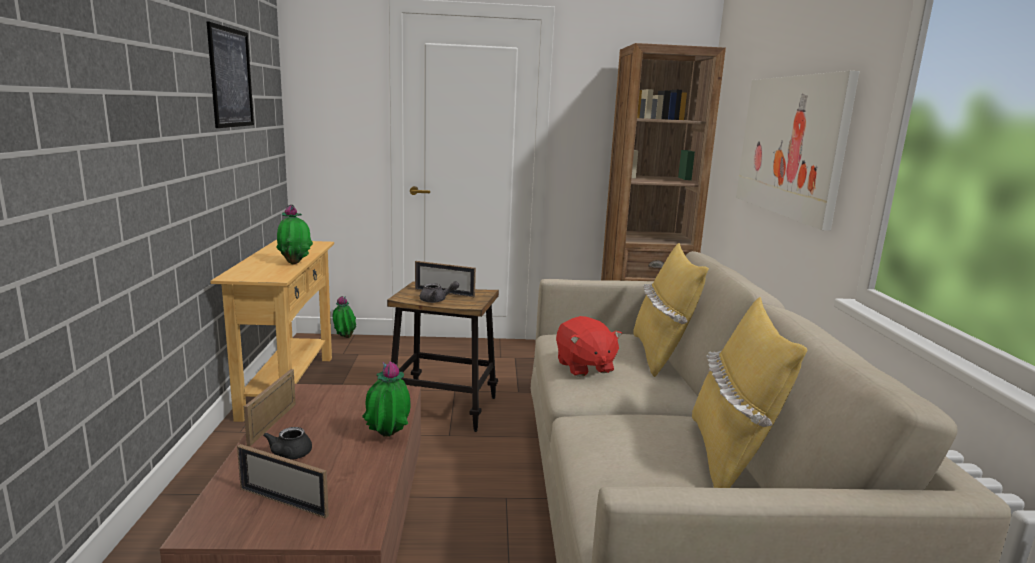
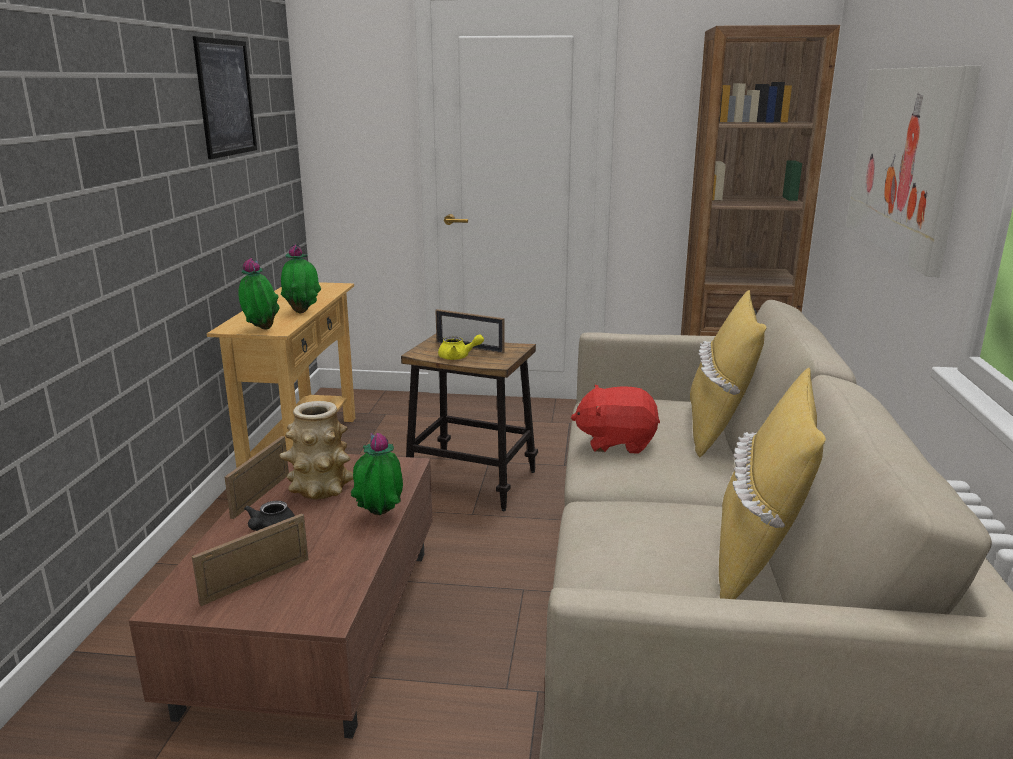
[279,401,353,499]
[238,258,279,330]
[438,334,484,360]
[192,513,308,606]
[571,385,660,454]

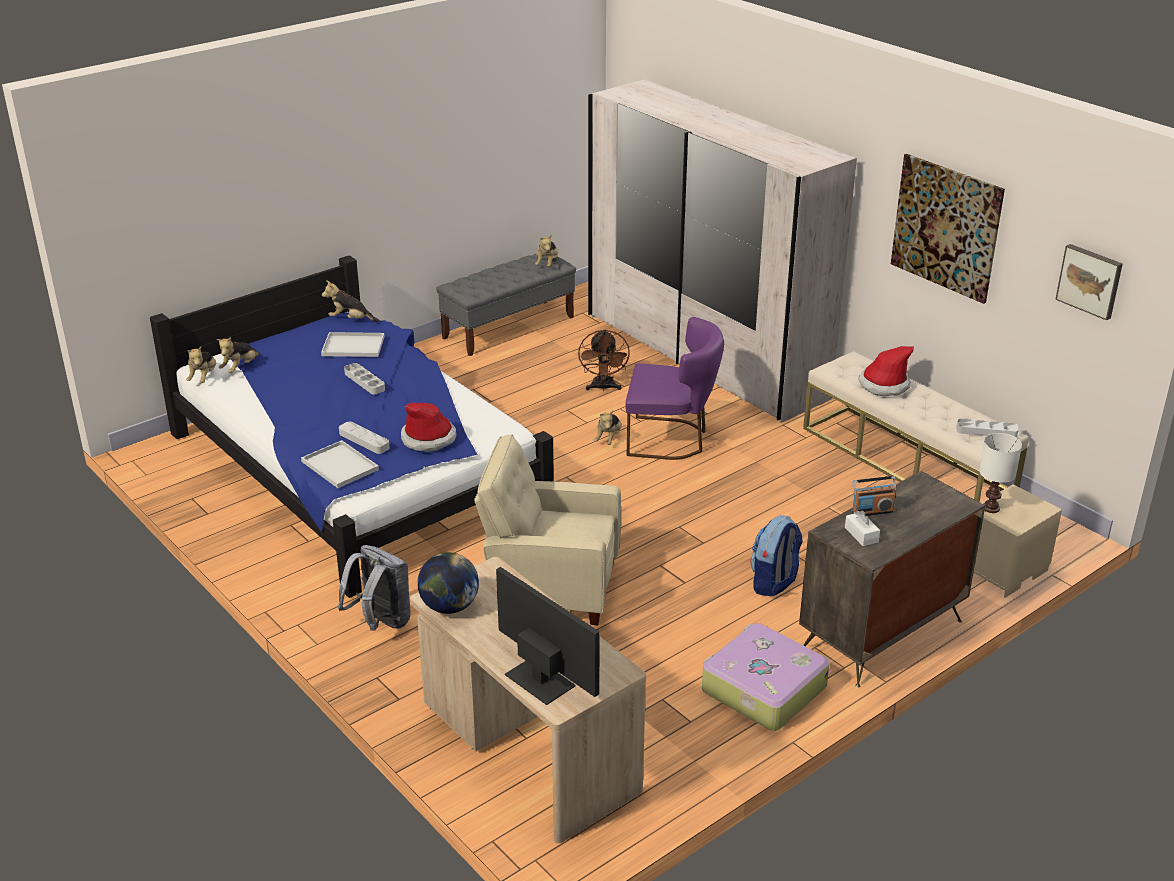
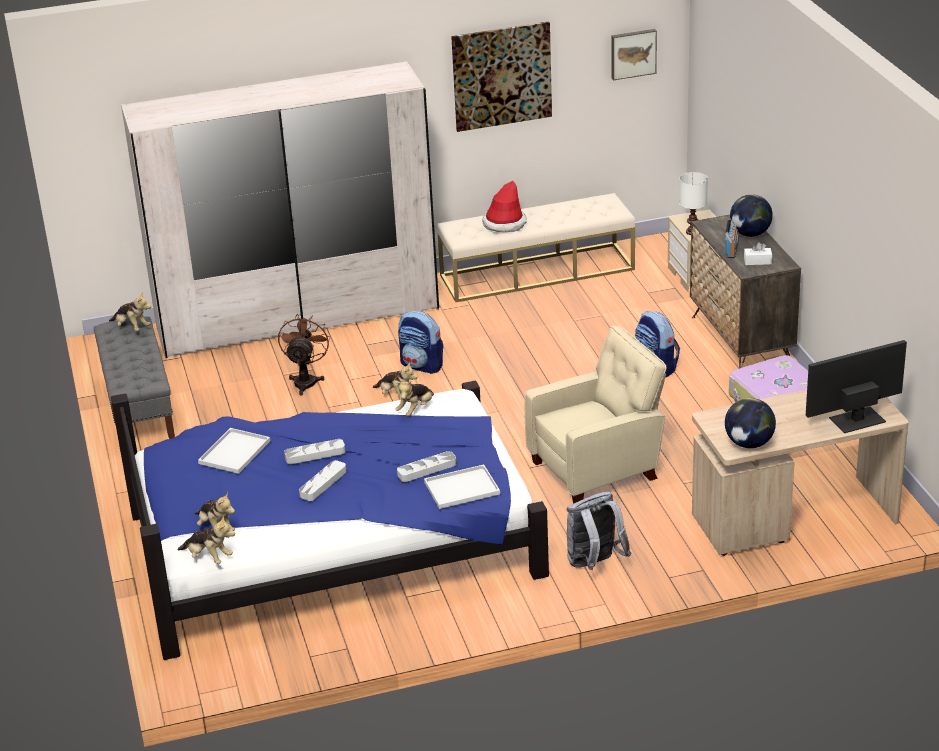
[401,403,456,452] (first image)
[730,194,773,237]
[395,381,434,416]
[299,460,346,501]
[398,311,444,374]
[524,326,667,504]
[278,314,331,395]

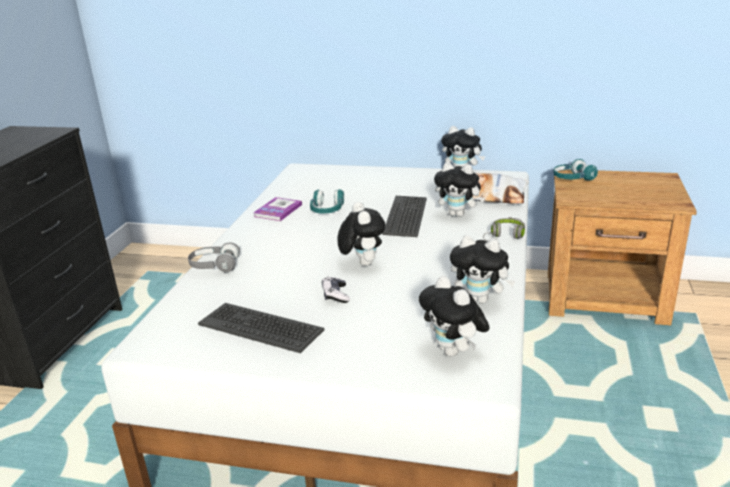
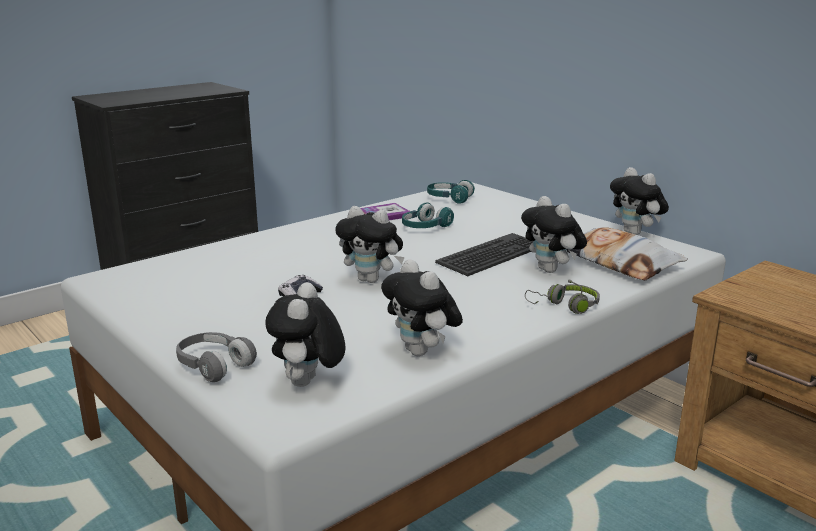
[198,303,325,353] (first image)
[176,332,257,382]
[427,180,475,204]
[335,206,405,283]

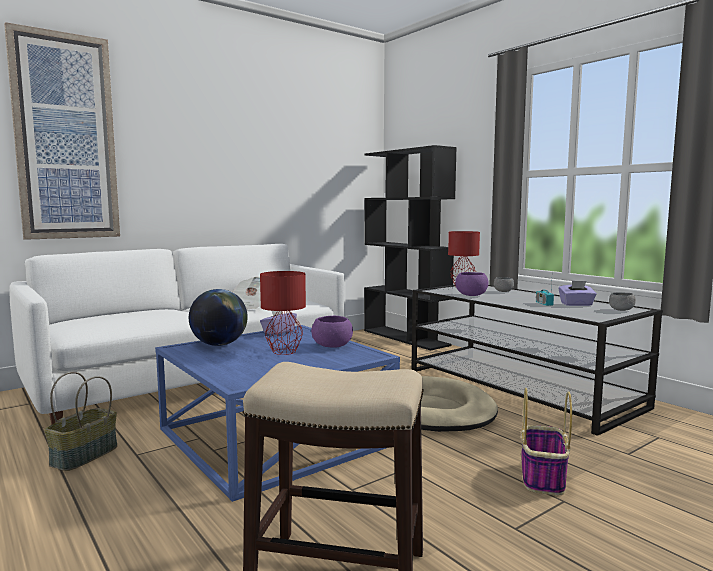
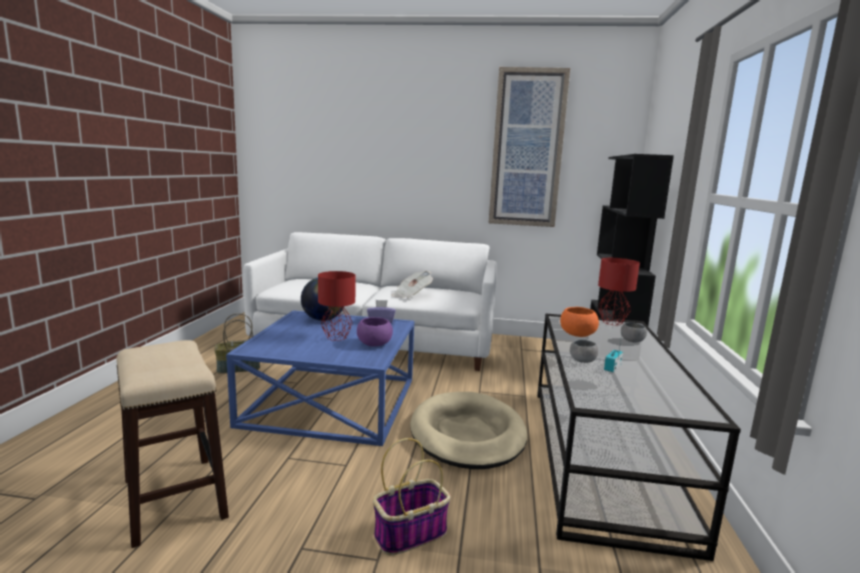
[559,281,597,306] (first image)
[489,67,570,227]
[570,339,598,363]
[560,307,599,337]

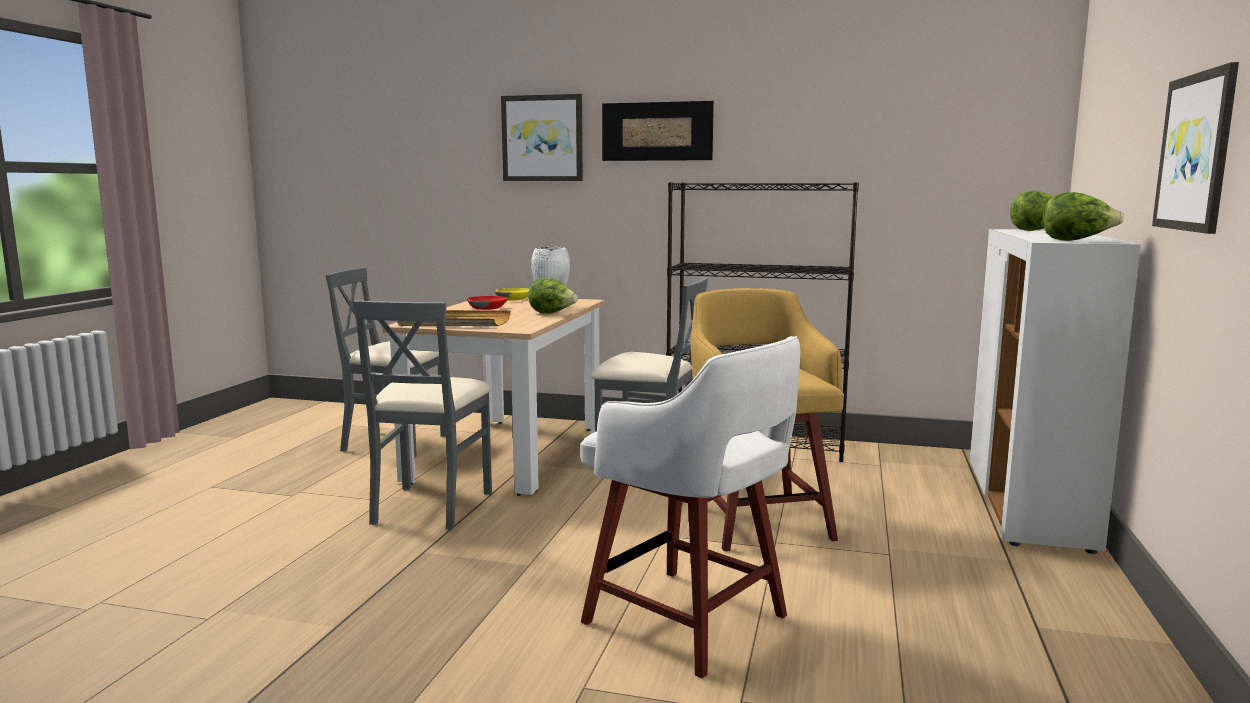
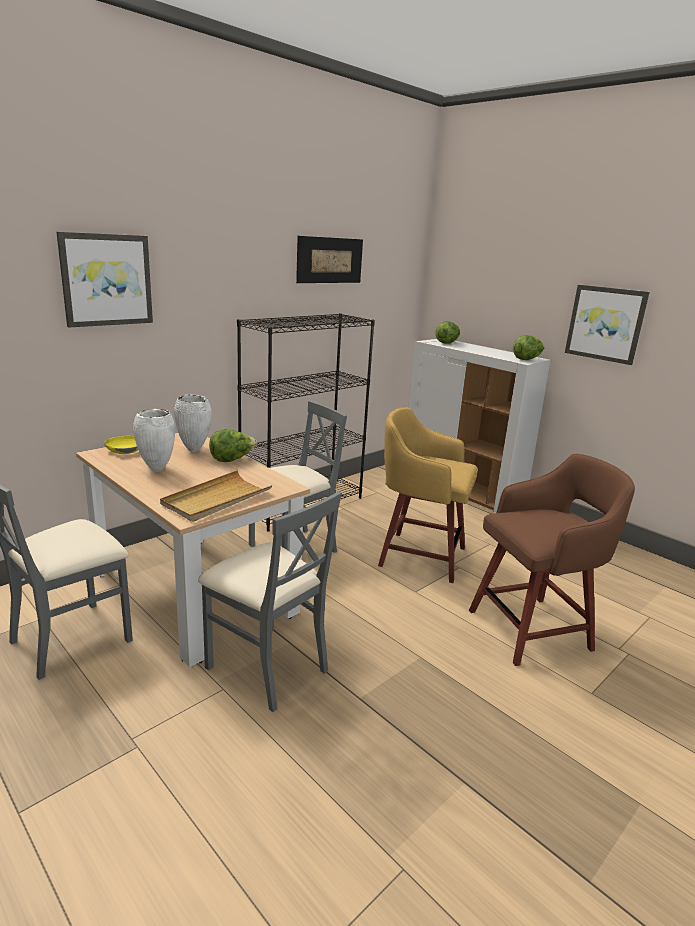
[296,236,363,283]
[133,409,175,472]
[469,454,635,666]

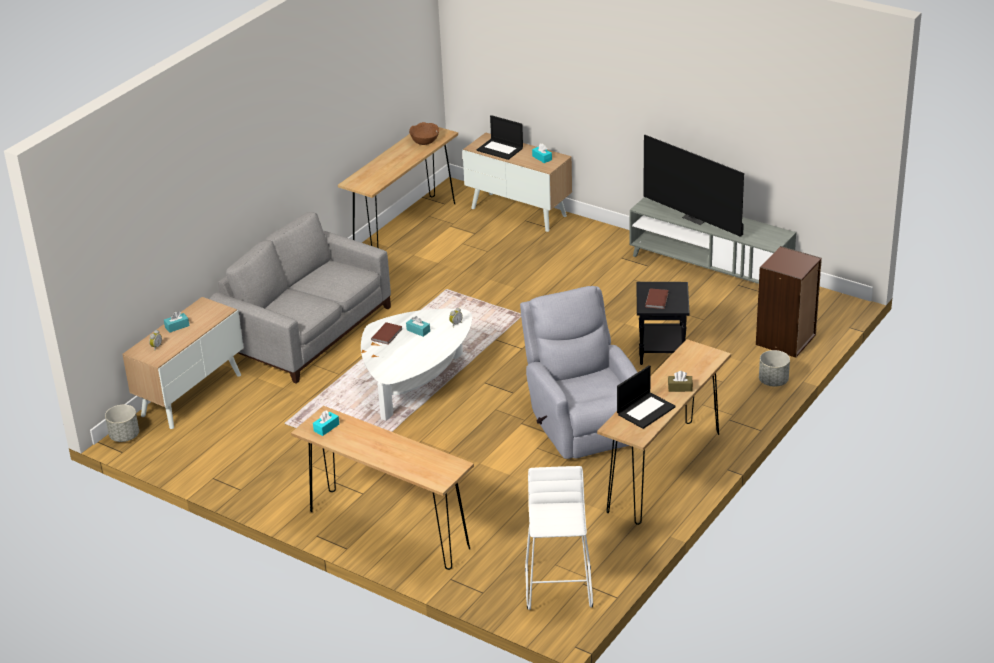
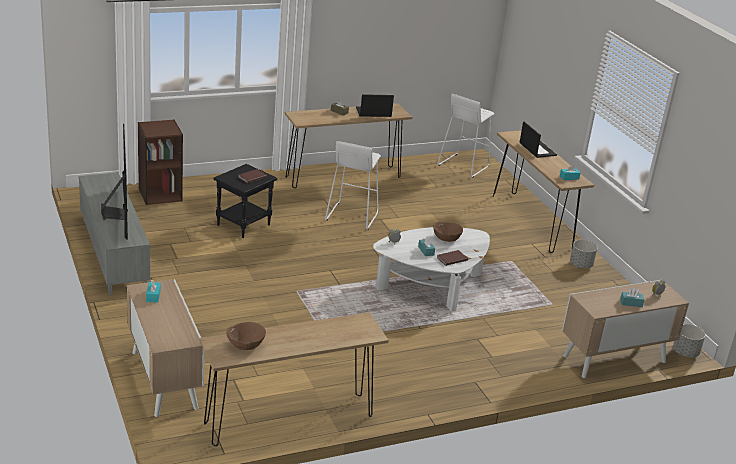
[210,212,391,384] (first image)
[433,222,463,242]
[520,122,557,158]
[570,240,597,268]
[325,141,381,230]

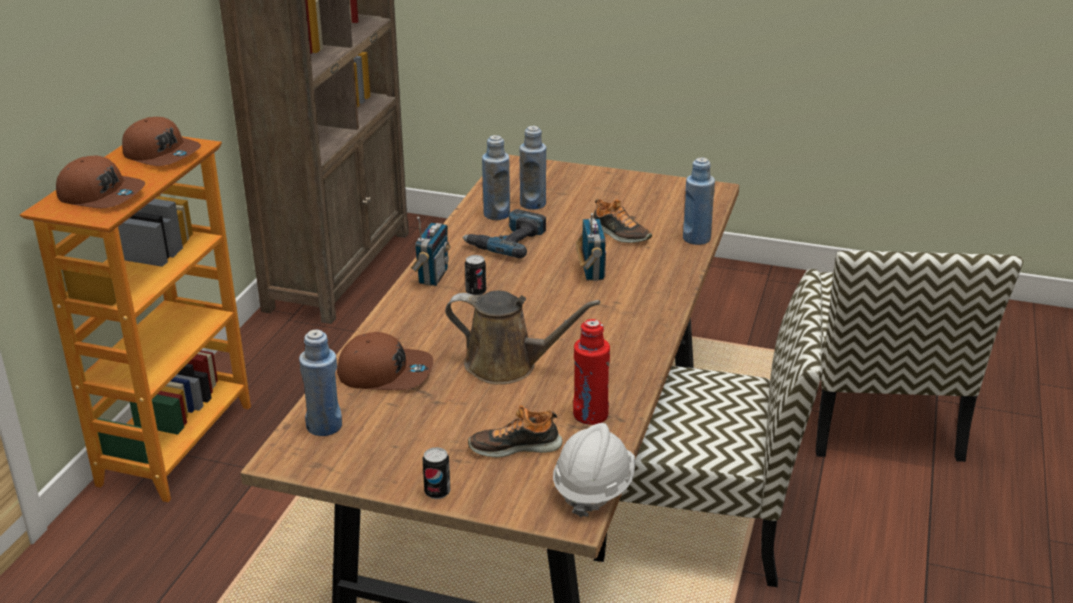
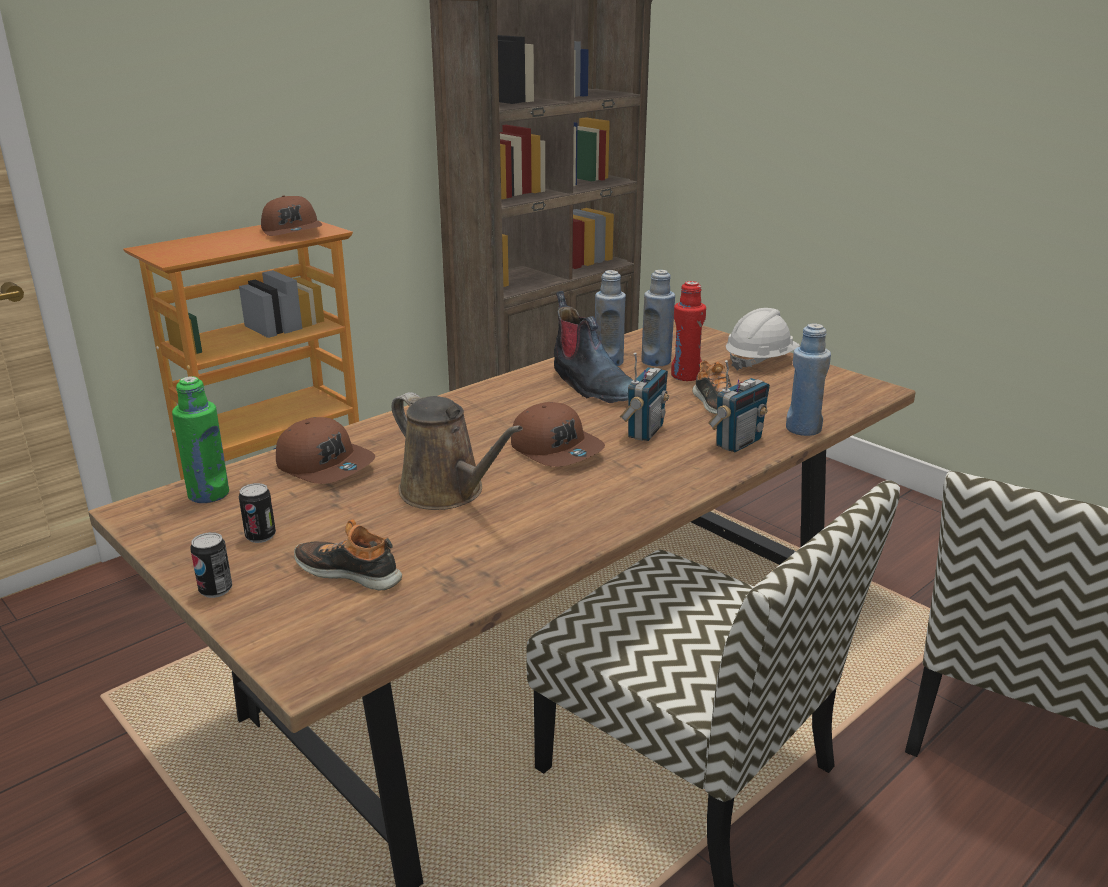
[511,402,605,467]
[708,360,770,453]
[239,483,276,543]
[726,308,800,371]
[671,281,706,381]
[554,291,633,403]
[172,376,229,503]

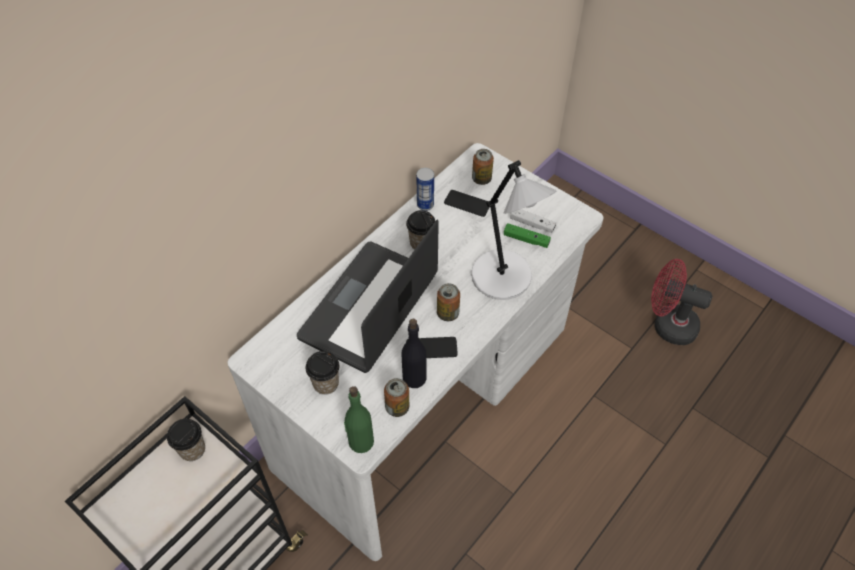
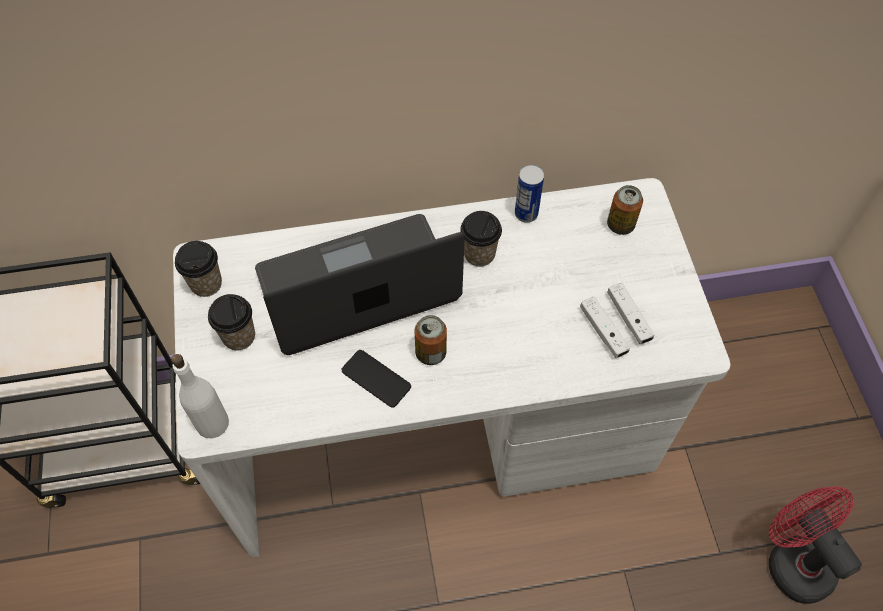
[384,378,409,417] (first image)
[402,319,426,388] (first image)
[444,190,490,217] (first image)
[471,160,557,300] (first image)
[175,241,222,297]
[171,354,229,438]
[580,297,630,358]

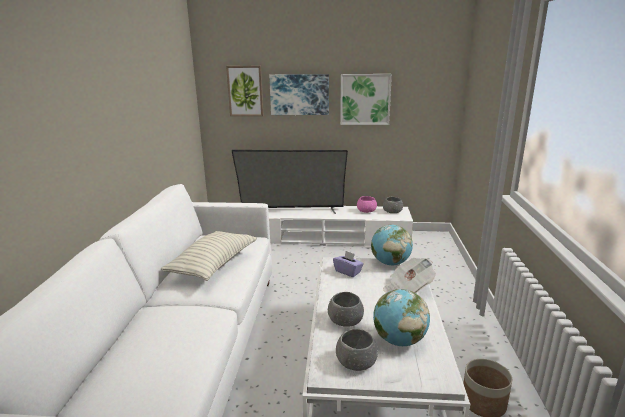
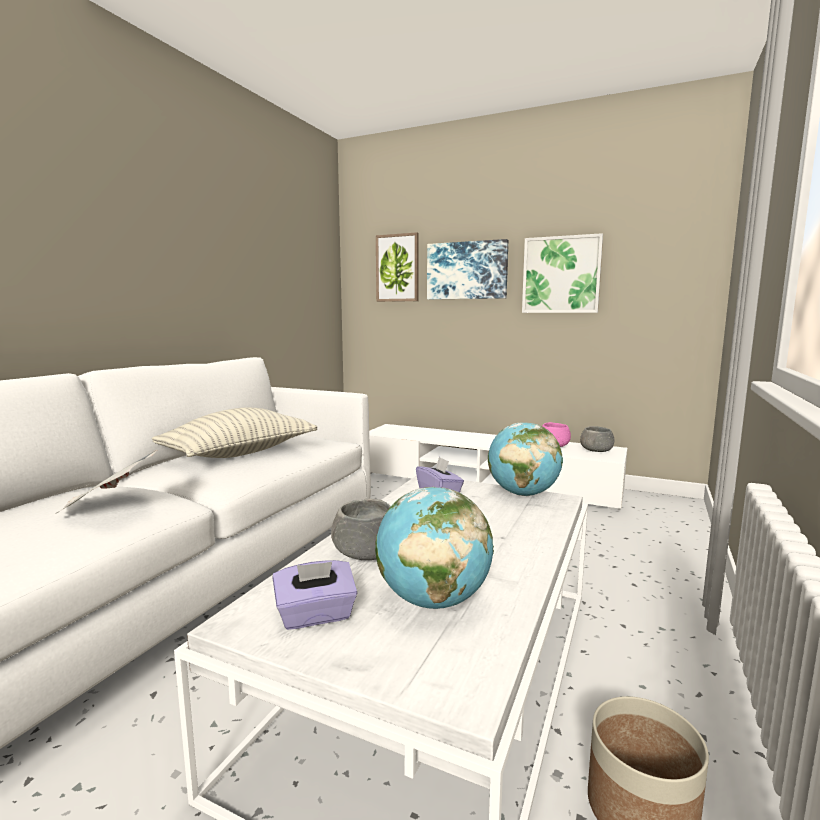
[232,150,348,214] (first image)
[55,450,157,514]
[273,560,357,630]

